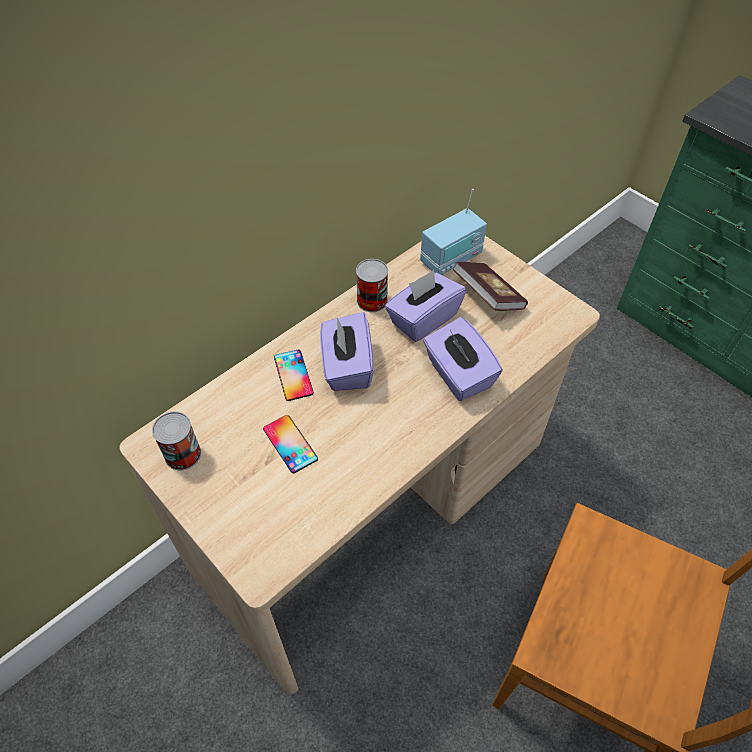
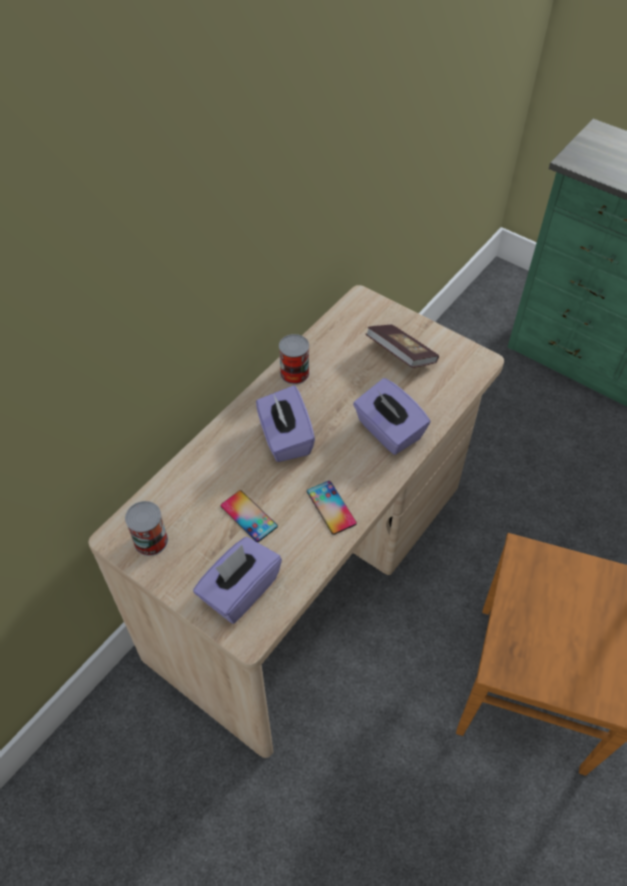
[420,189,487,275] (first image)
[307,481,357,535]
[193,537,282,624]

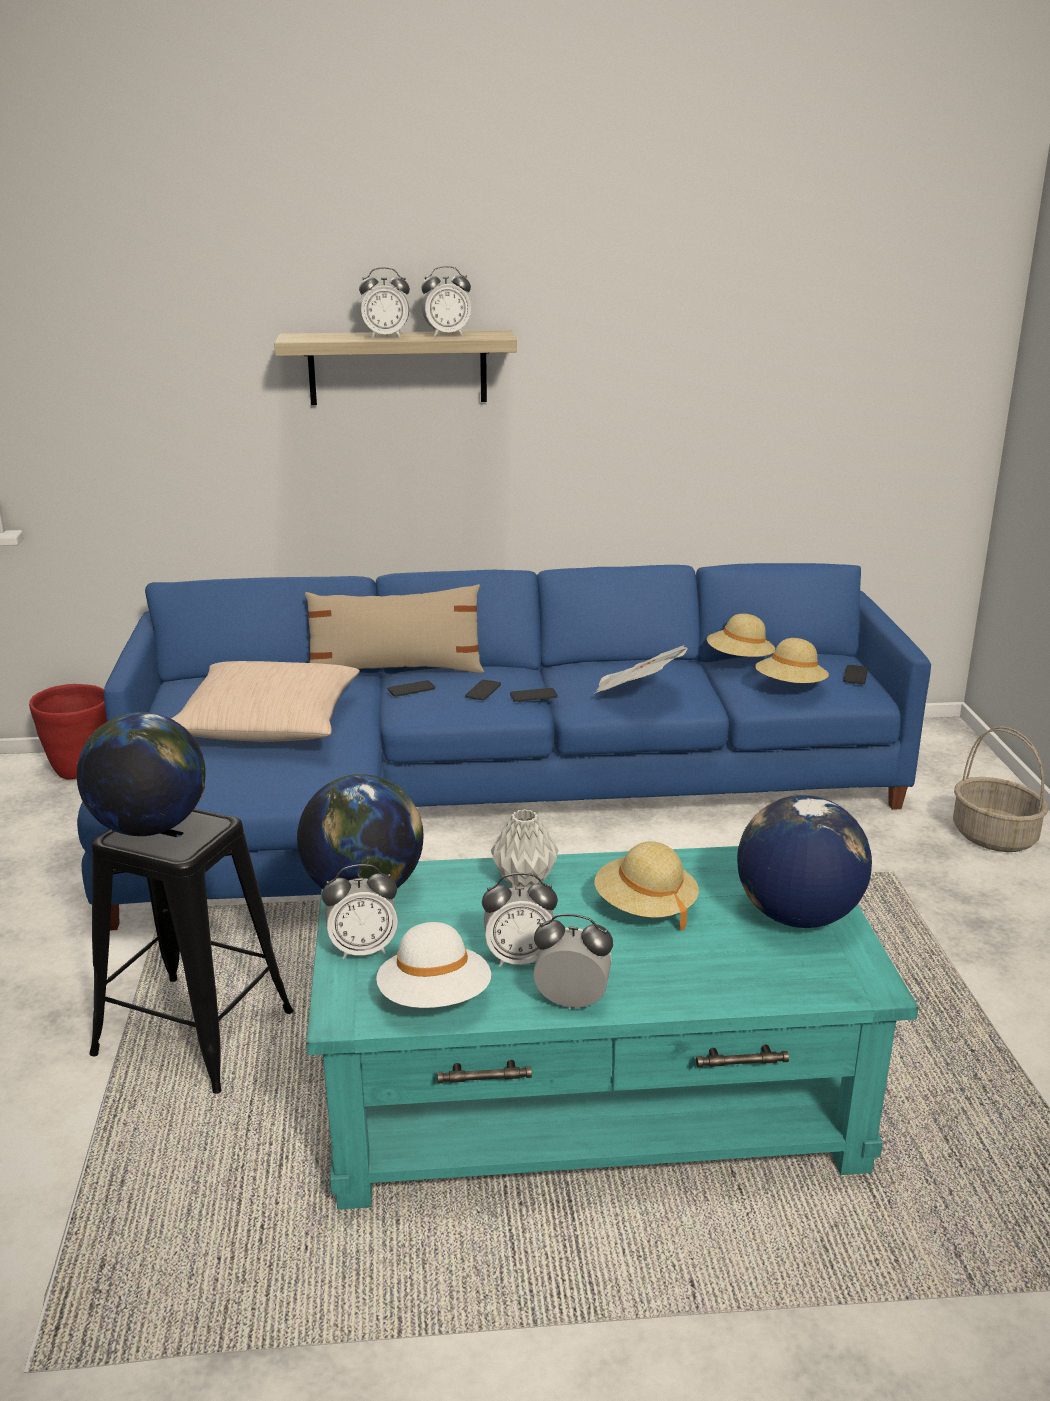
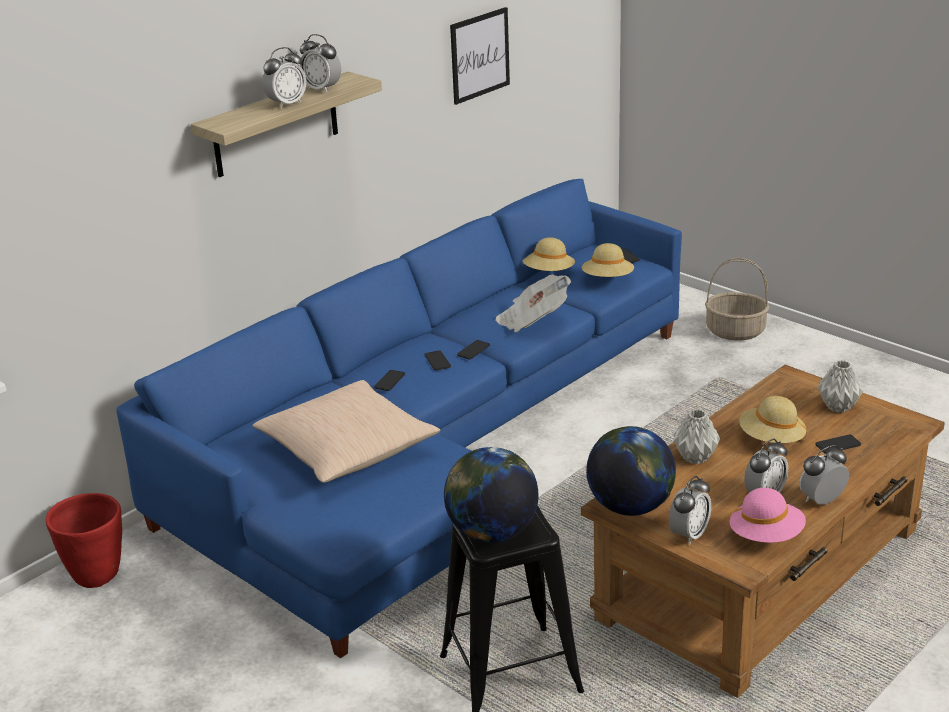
[305,584,484,673] (first image)
[450,7,510,105]
[815,435,861,454]
[818,360,863,413]
[581,365,945,698]
[730,488,806,543]
[300,34,341,93]

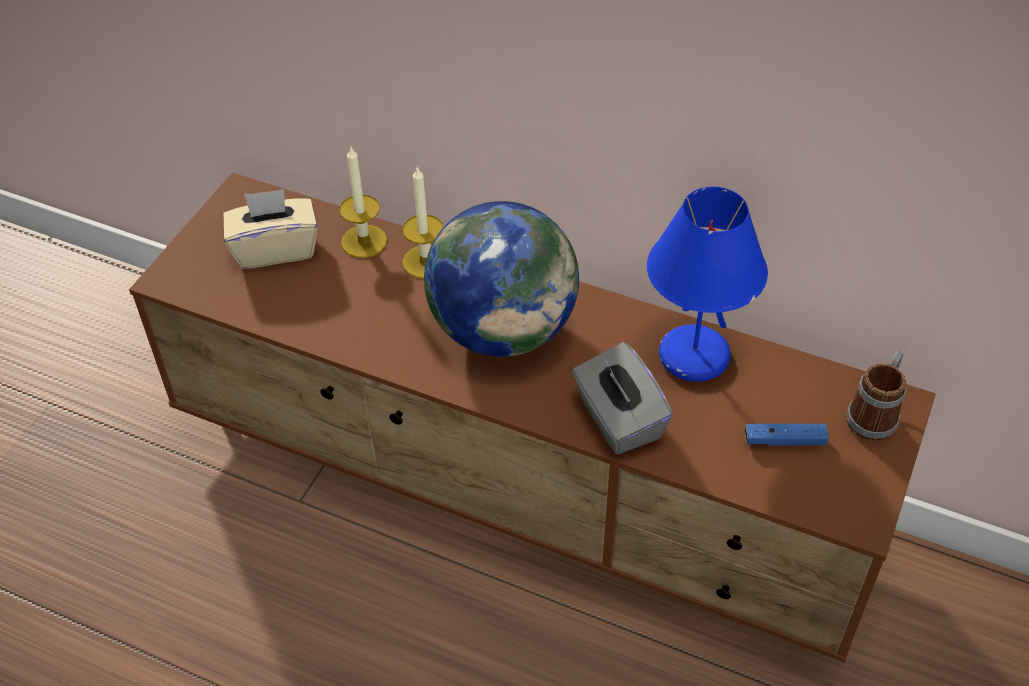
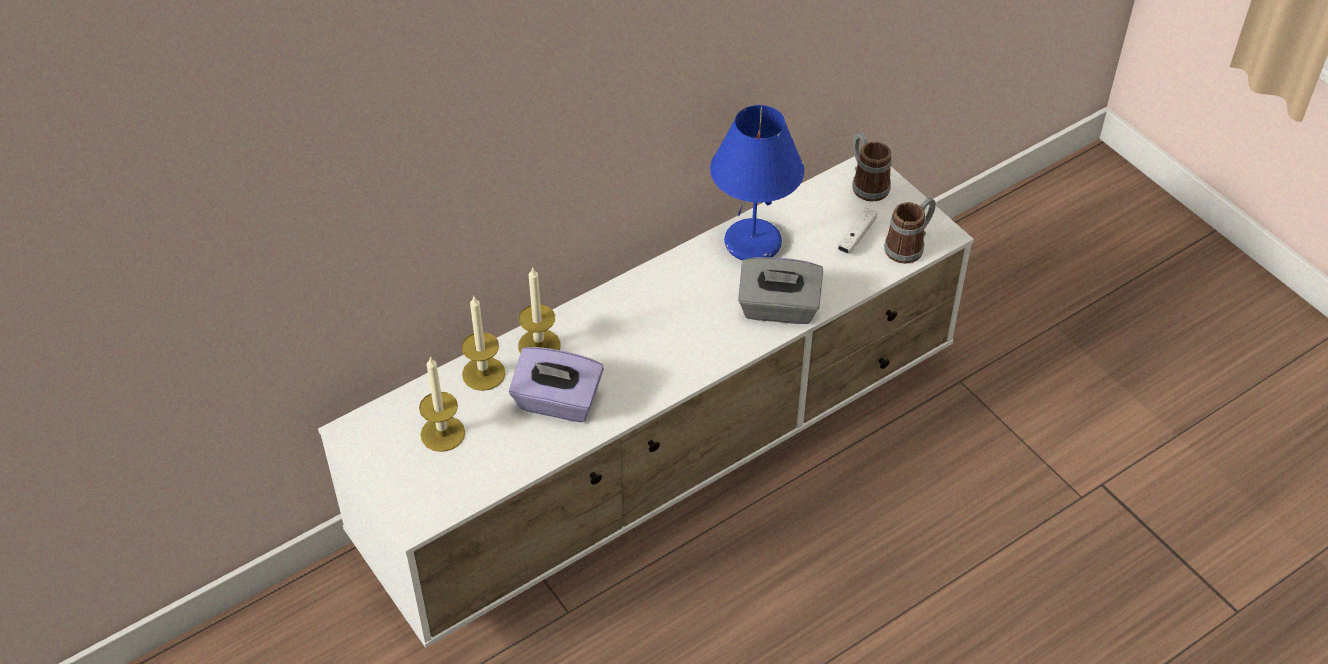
[424,201,579,357] (first image)
[509,347,604,422]
[884,197,936,264]
[419,356,465,452]
[318,156,974,648]
[837,207,877,254]

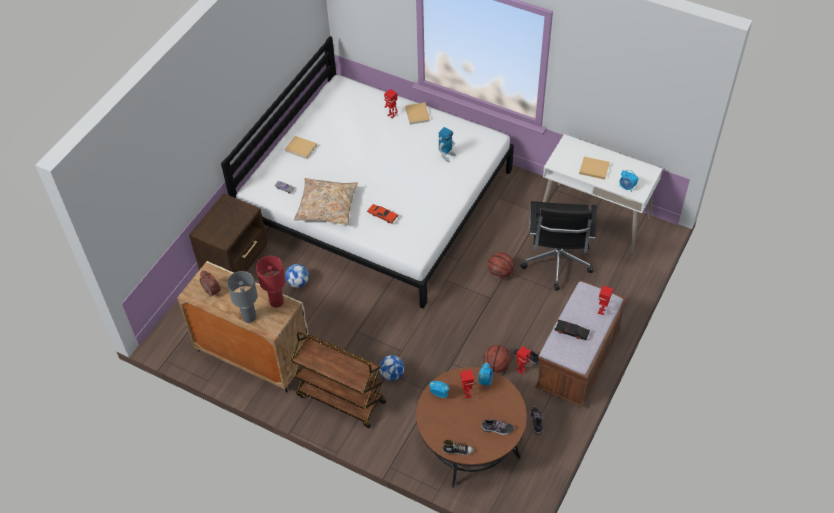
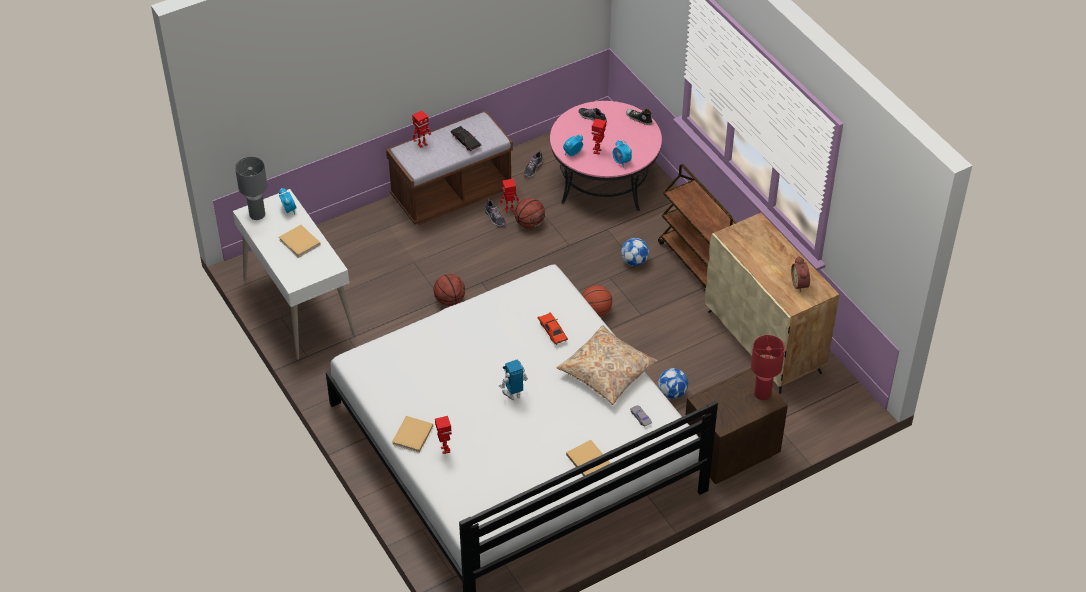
[521,201,597,291] (first image)
[582,285,612,317]
[235,157,267,220]
[751,335,785,400]
[499,359,528,400]
[550,101,662,211]

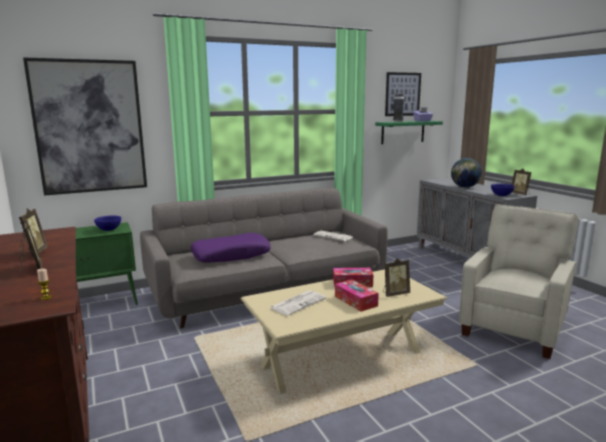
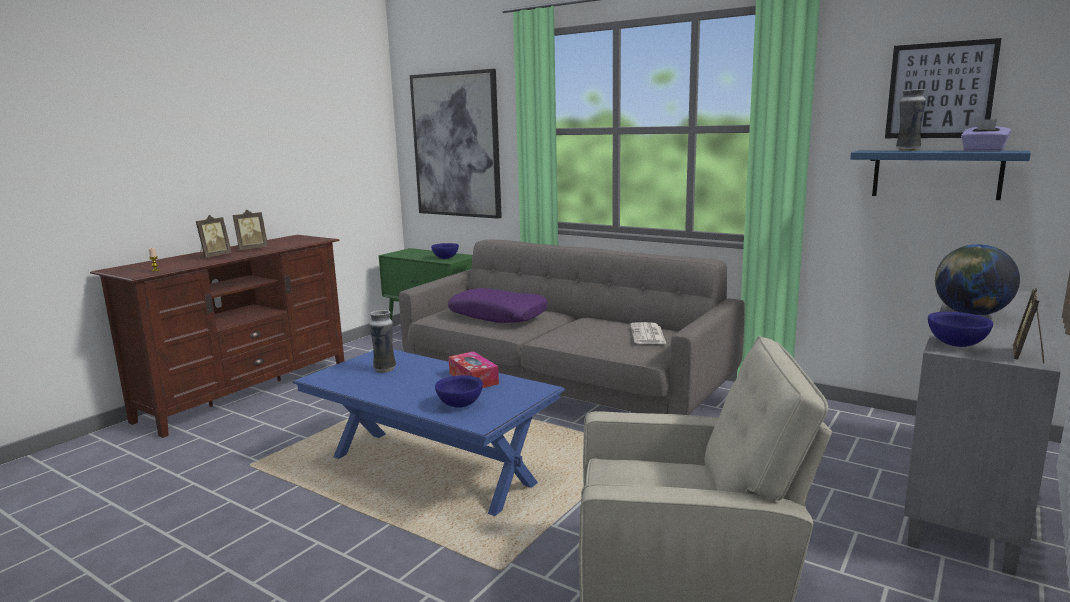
[335,280,379,312] (first image)
[369,310,396,373]
[435,375,483,408]
[293,349,565,516]
[850,150,1031,200]

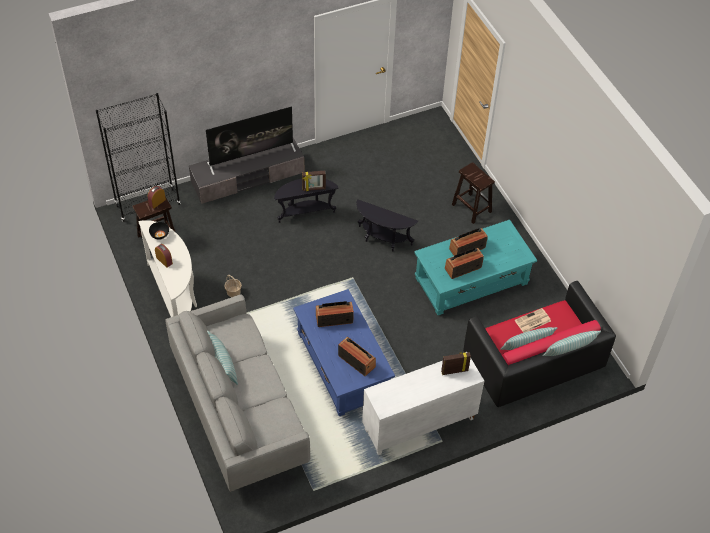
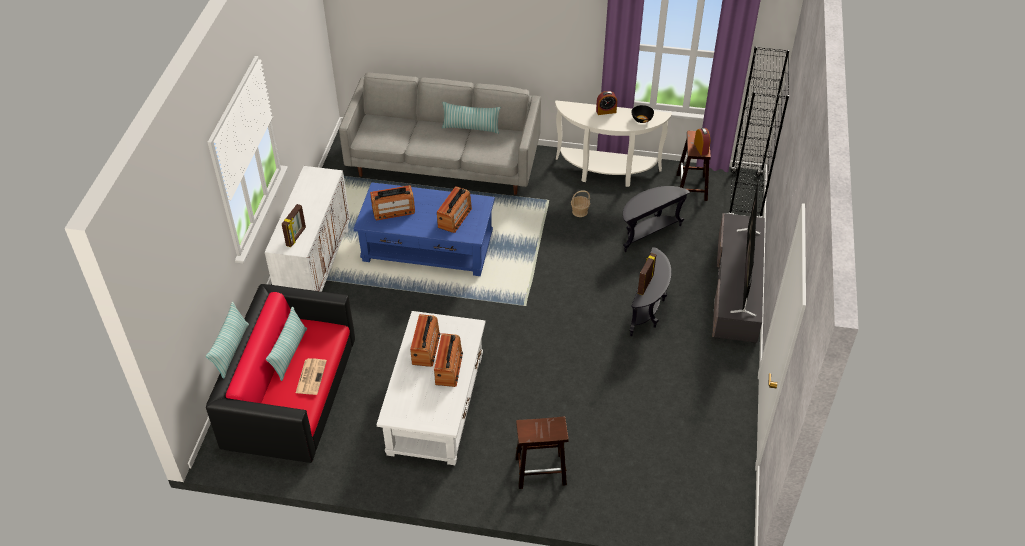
[623,186,691,252]
[377,311,485,465]

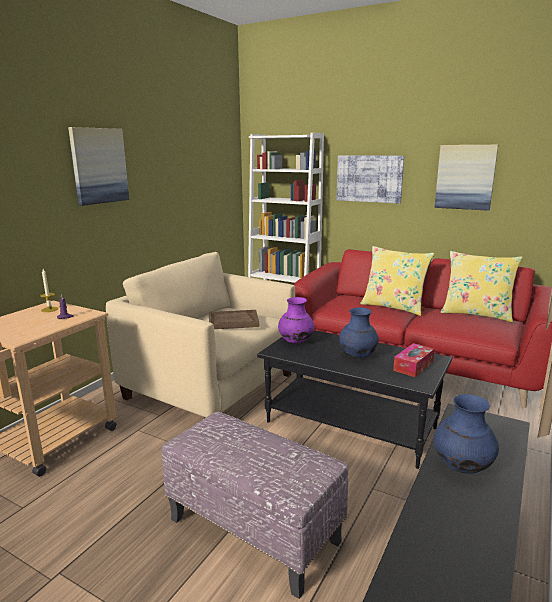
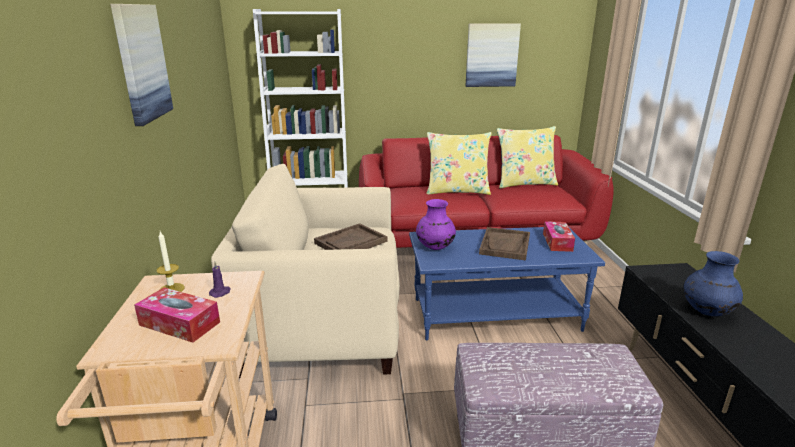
[336,155,404,204] (first image)
[134,287,220,343]
[479,227,530,260]
[409,227,605,340]

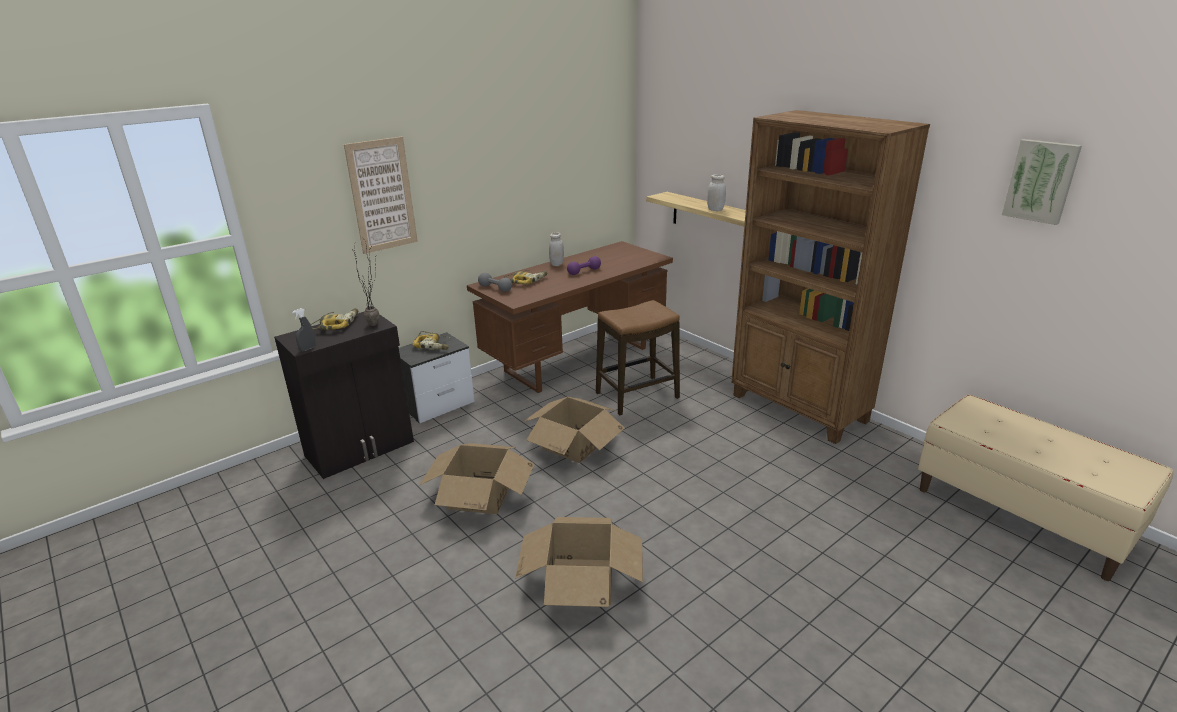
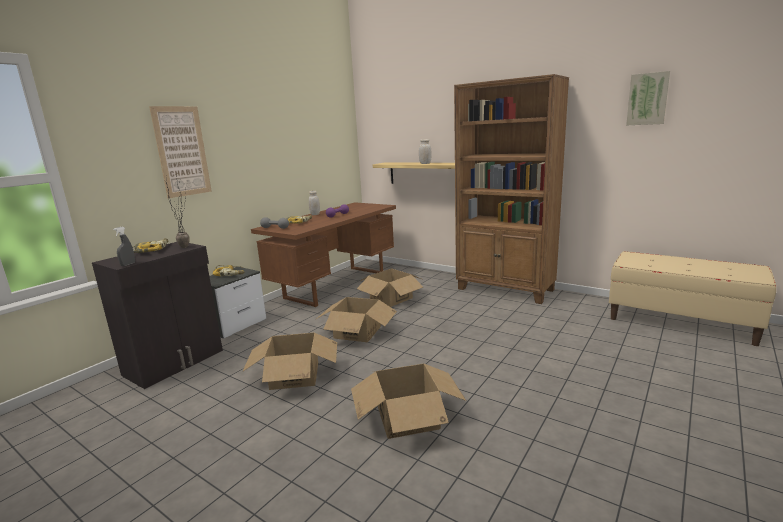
[357,268,423,307]

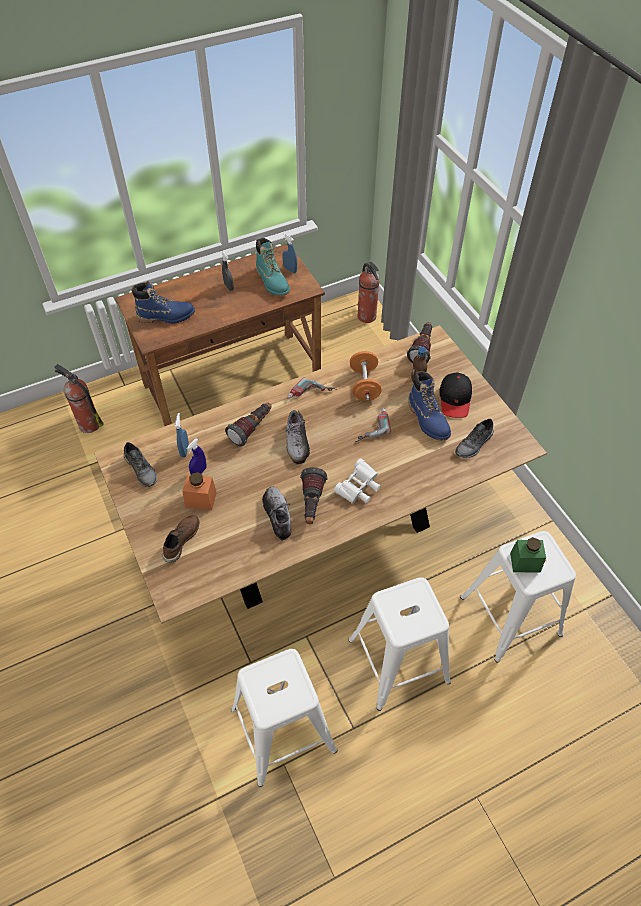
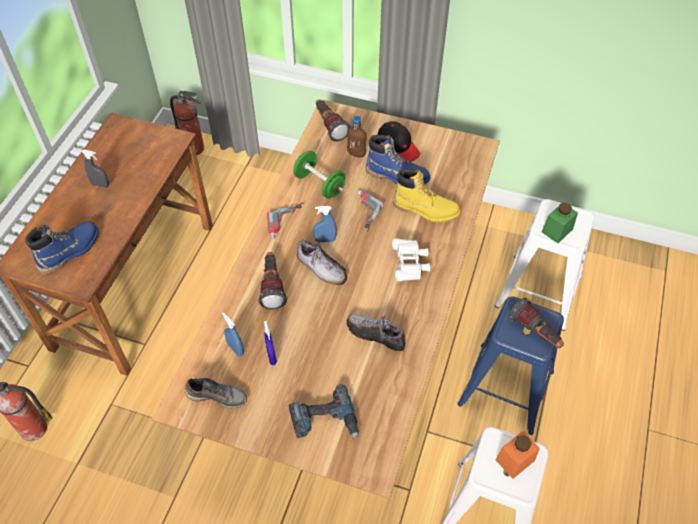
[256,238,290,296] (first image)
[455,419,494,458] (first image)
[393,168,461,222]
[496,431,540,479]
[313,206,337,242]
[508,298,564,348]
[289,384,359,440]
[457,296,564,435]
[293,151,345,199]

